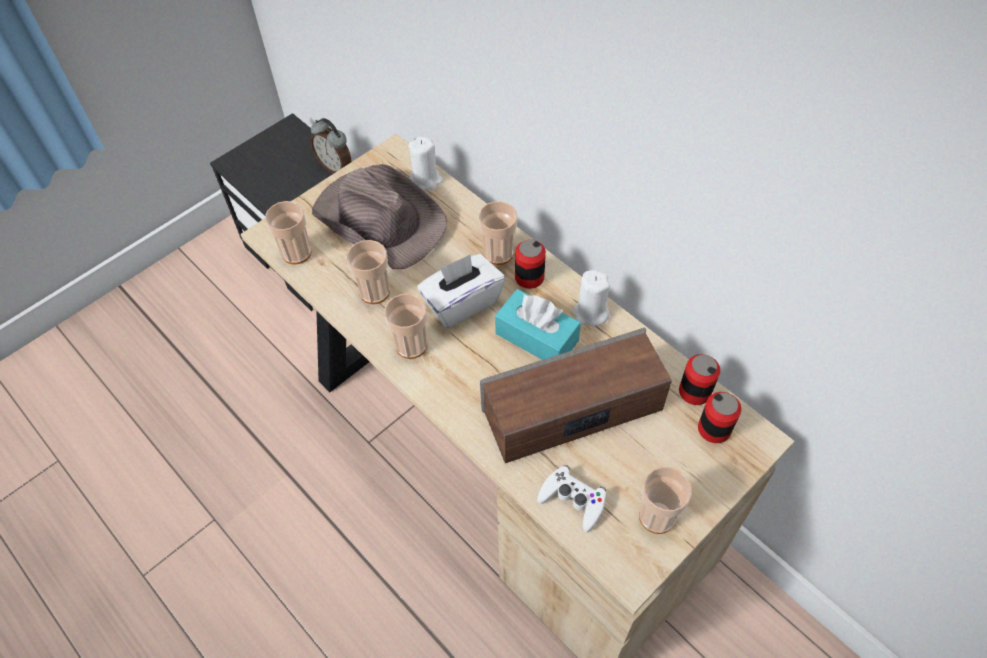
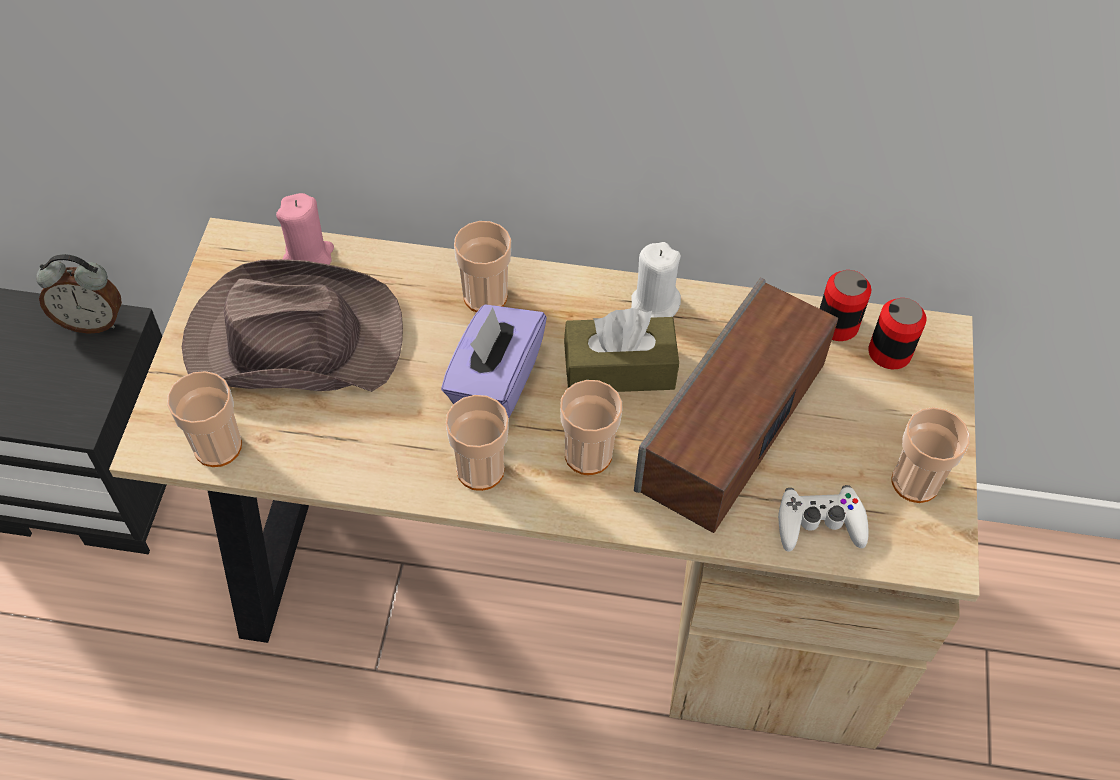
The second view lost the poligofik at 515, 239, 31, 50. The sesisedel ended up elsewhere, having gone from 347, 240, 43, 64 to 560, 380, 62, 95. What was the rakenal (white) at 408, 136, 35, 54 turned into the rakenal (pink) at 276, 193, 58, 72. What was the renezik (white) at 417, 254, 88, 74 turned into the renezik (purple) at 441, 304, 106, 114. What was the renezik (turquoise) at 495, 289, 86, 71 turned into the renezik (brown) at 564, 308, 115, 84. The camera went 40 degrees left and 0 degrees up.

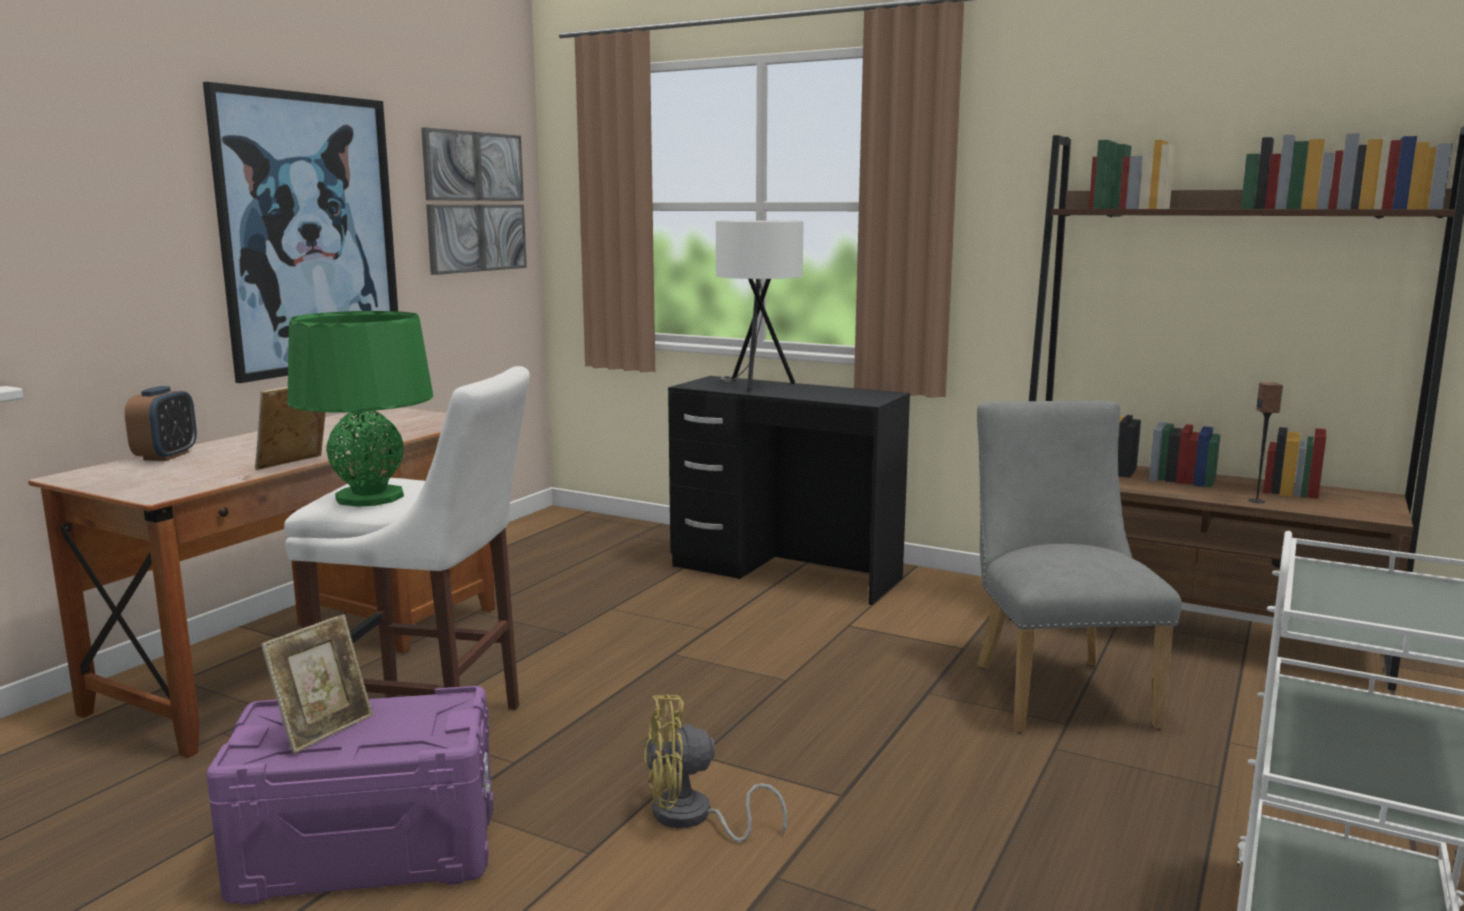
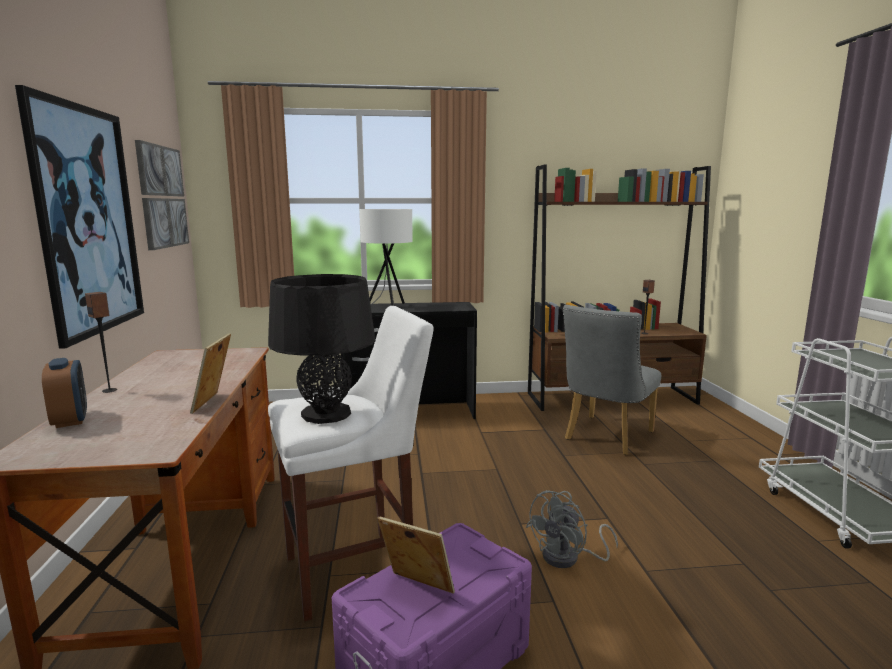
The second view gained the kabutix at 85, 292, 32, 101. What was the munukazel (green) at 287, 311, 146, 196 turned into the munukazel (black) at 268, 274, 107, 150. What was the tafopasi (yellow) at 644, 694, 144, 148 turned into the tafopasi (grey) at 526, 490, 92, 78. The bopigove at 261, 614, 112, 140 ended up facing another way, 60 degrees counterclockwise from before. The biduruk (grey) at 977, 401, 205, 333 ended up facing another way, 105 degrees counterclockwise from before. The camera went 35 degrees left and 0 degrees up.

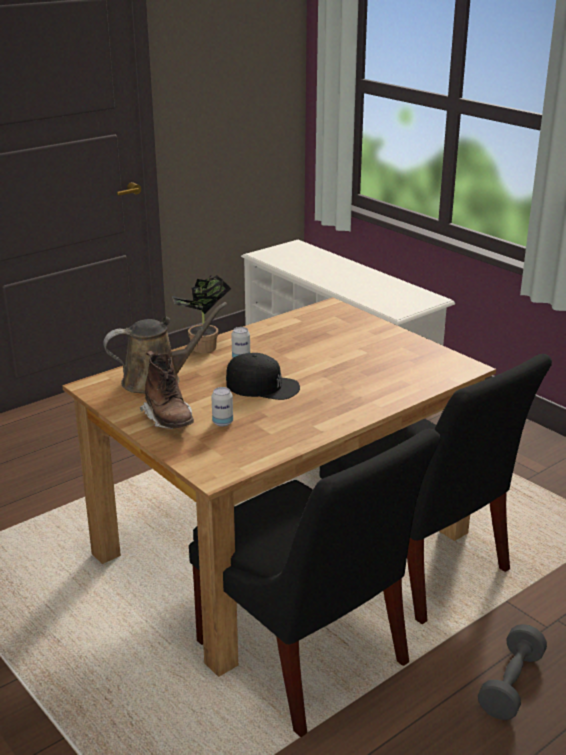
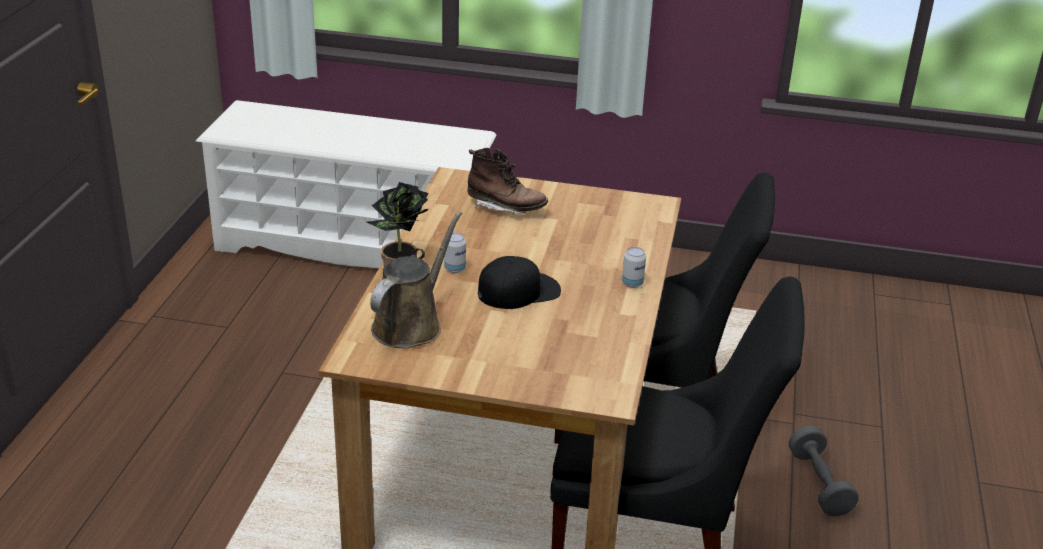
The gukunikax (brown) ended up elsewhere, having gone from 140, 351, 54, 78 to 467, 148, 81, 67. The poligofik ended up elsewhere, having gone from 211, 387, 22, 40 to 622, 247, 24, 41. The camera went 40 degrees left and 5 degrees up.

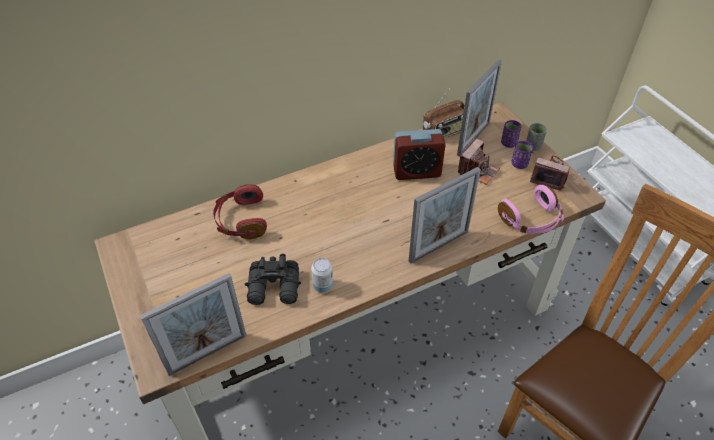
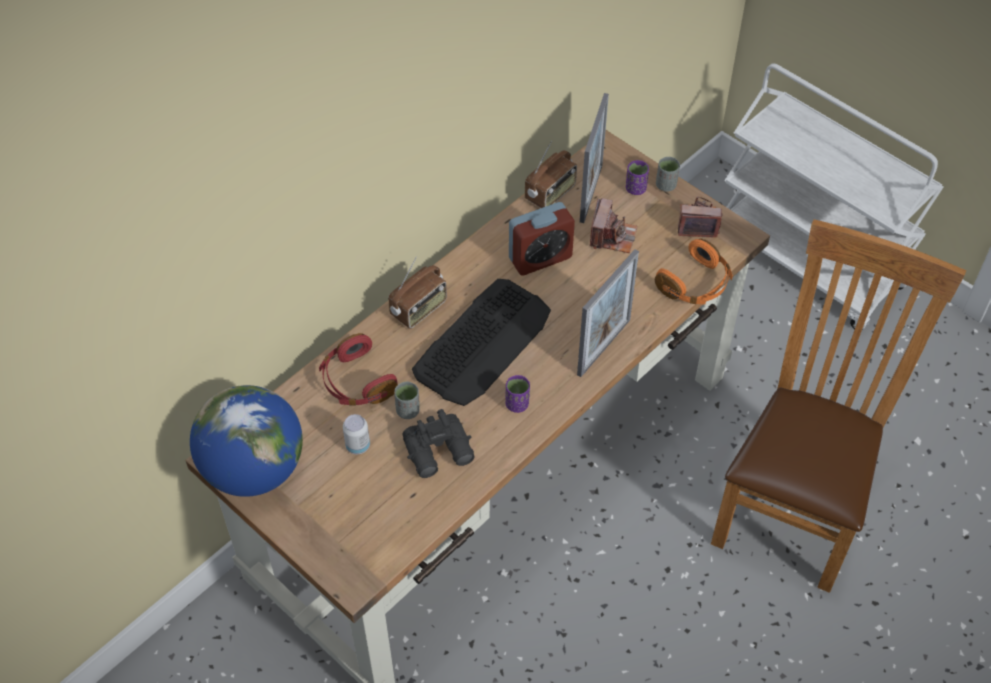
The second view lost the bopigove at 140, 273, 106, 103. The second view gained the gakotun at 190, 385, 113, 112. The second view gained the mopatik at 388, 257, 59, 72. The second view gained the sesisedel (grey) at 394, 382, 26, 37. The second view gained the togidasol at 412, 279, 139, 127. The poligofik ended up elsewhere, having gone from 311, 258, 22, 35 to 343, 414, 27, 40. The sesisedel (purple) ended up elsewhere, having gone from 511, 141, 22, 28 to 505, 375, 25, 38. What was the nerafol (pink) at 498, 185, 65, 50 turned into the nerafol (orange) at 655, 238, 78, 66. The camera went 20 degrees left and 5 degrees up.

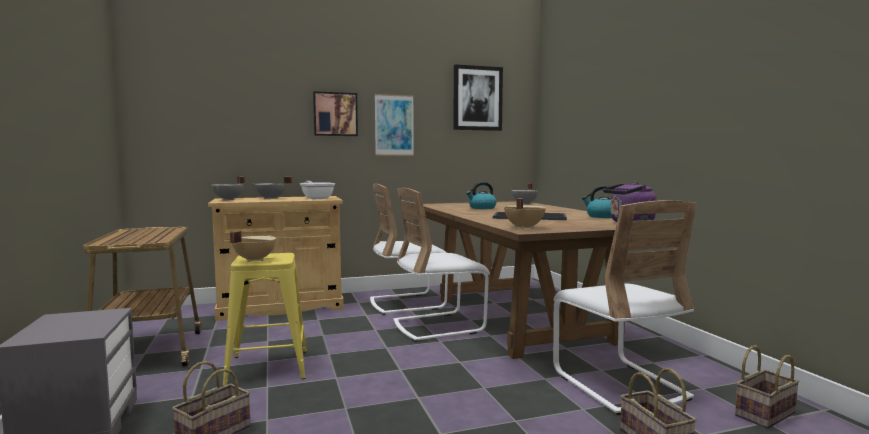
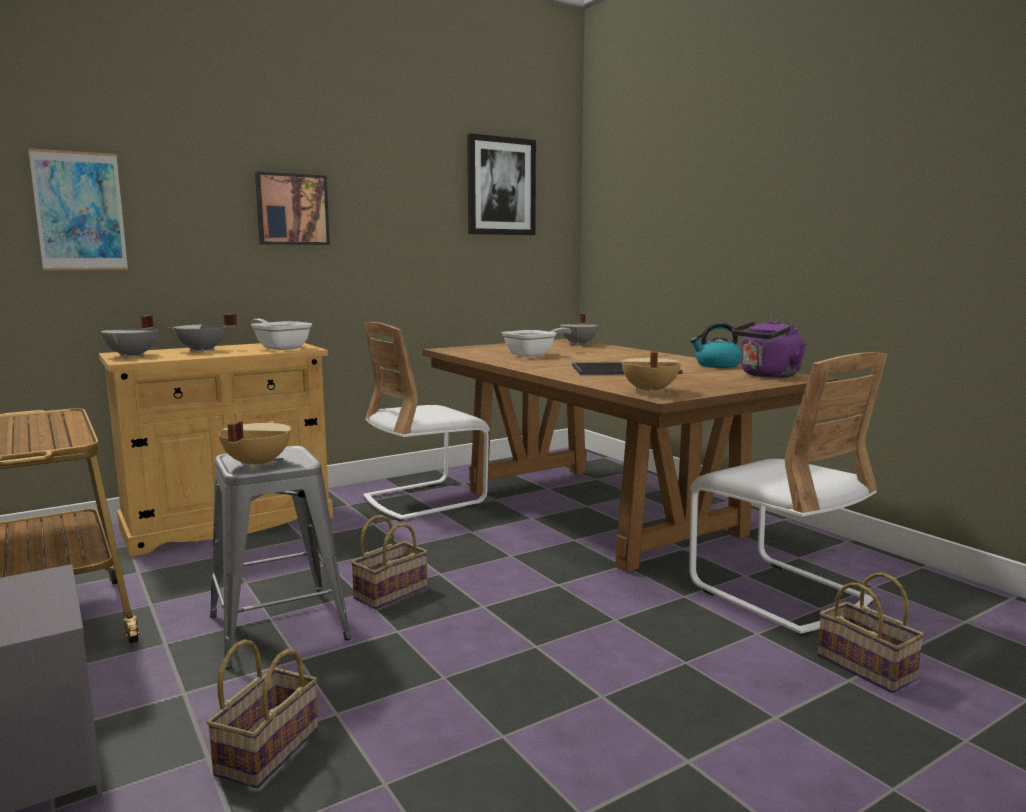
The second view lost the biduruk (white) at 394, 188, 96, 154. The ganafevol ended up elsewhere, having gone from 375, 94, 39, 62 to 28, 148, 100, 122. The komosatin ended up elsewhere, having gone from 735, 345, 64, 84 to 351, 515, 77, 94. Where the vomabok stood at 466, 182, 31, 27, the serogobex came to stand at 502, 328, 70, 29. What was the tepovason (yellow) at 222, 253, 85, 133 turned into the tepovason (grey) at 210, 446, 141, 223. The camera went 15 degrees left and 5 degrees up.

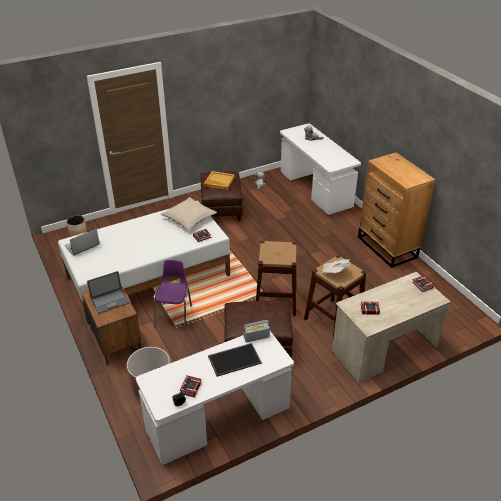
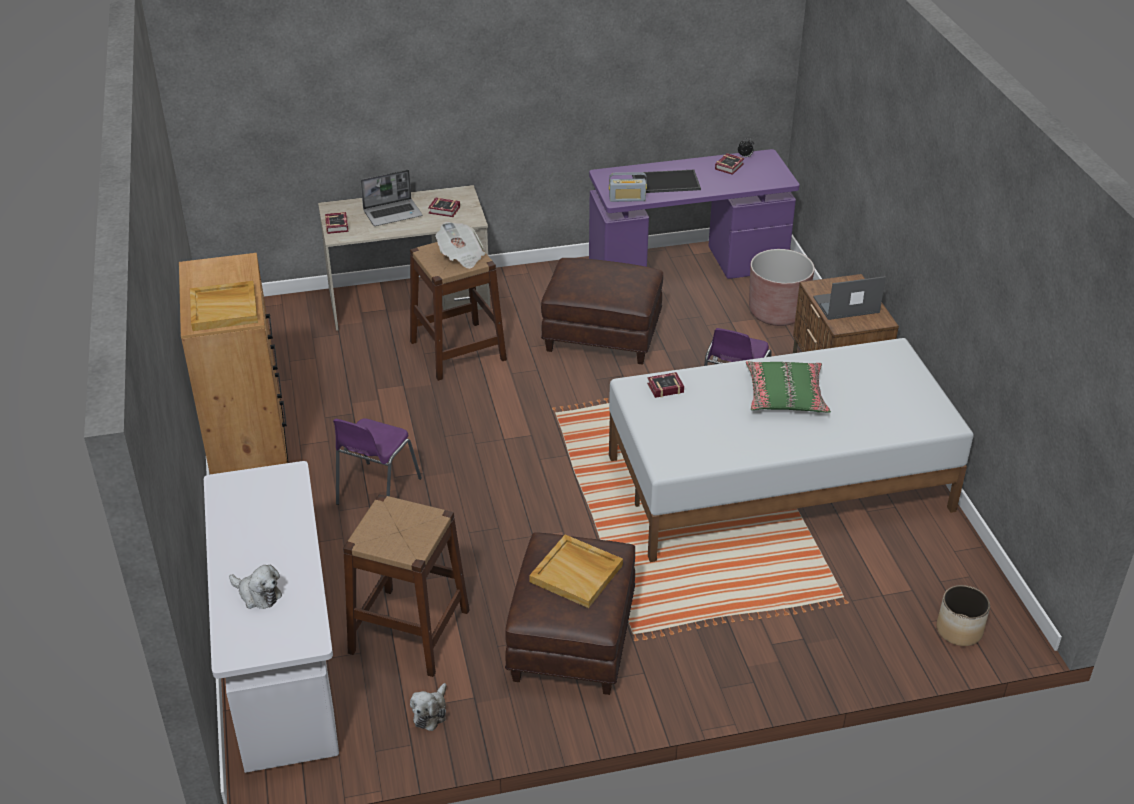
The second view lost the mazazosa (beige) at 161, 197, 56, 33. The second view gained the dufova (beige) at 190, 281, 68, 50. The second view gained the biduruk (purple) at 333, 418, 89, 87. The second view gained the mazazosa (green) at 746, 361, 85, 52. The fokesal ended up elsewhere, having gone from 65, 229, 35, 26 to 360, 170, 62, 56. The tepovason (brown) ended up elsewhere, having gone from 256, 241, 41, 75 to 343, 494, 126, 183. What was the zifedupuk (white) at 136, 331, 158, 134 turned into the zifedupuk (purple) at 589, 149, 211, 130. The camera went 165 degrees left and 0 degrees up.

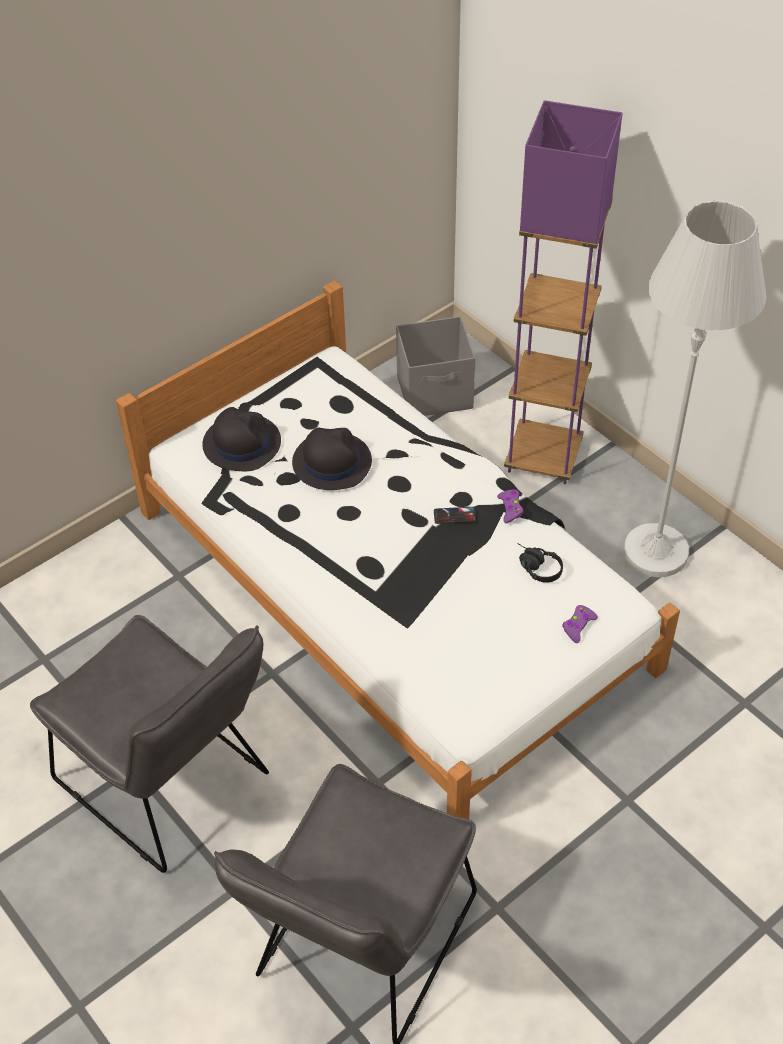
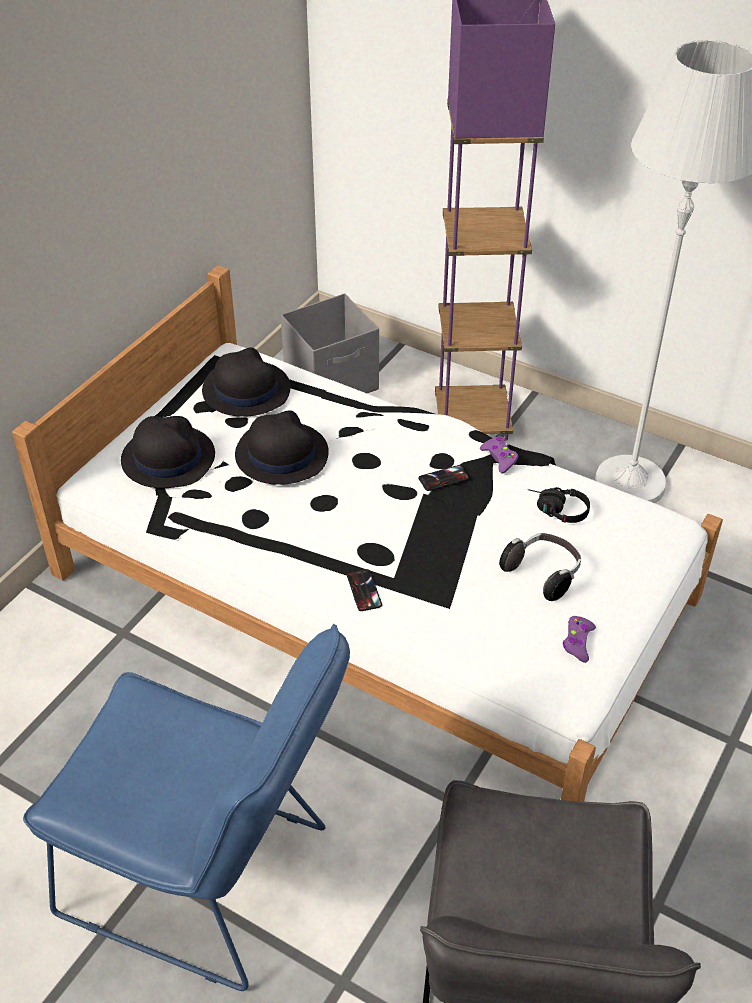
The second view gained the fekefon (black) at 202, 347, 88, 70. The second view gained the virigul at 347, 569, 35, 42. The second view gained the nerafol at 499, 533, 82, 68. The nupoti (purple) ended up elsewhere, having gone from 562, 605, 36, 38 to 563, 616, 33, 47. What was the biduruk (grey) at 30, 615, 239, 258 turned into the biduruk (blue) at 23, 624, 327, 367. The camera went 20 degrees left and 5 degrees down.

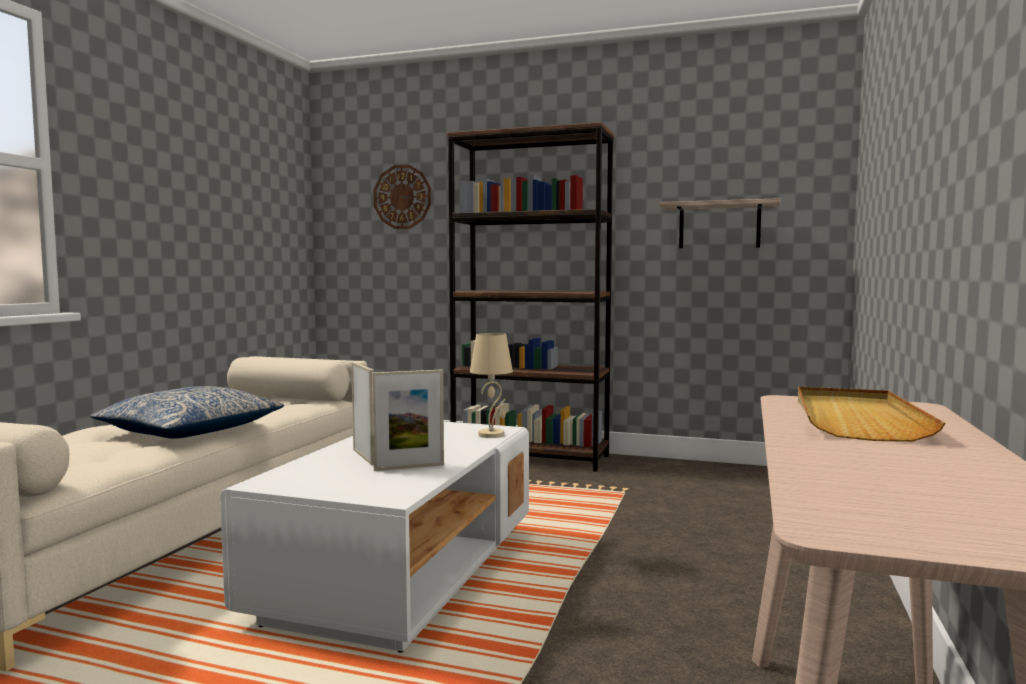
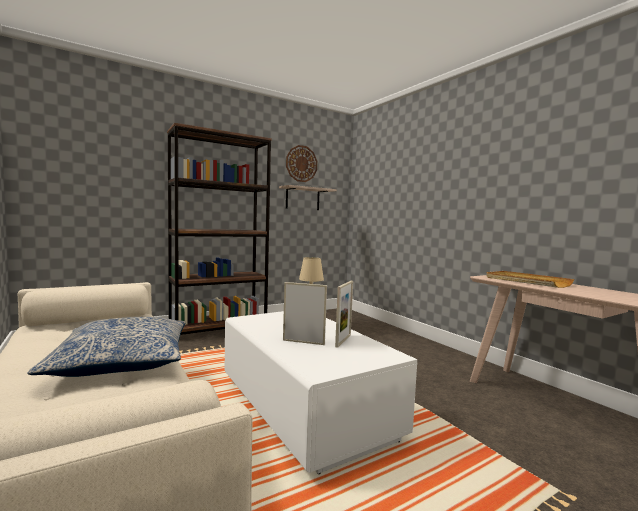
The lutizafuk ended up elsewhere, having gone from 374, 165, 57, 64 to 286, 145, 31, 37. The camera went 50 degrees left and 0 degrees up.

